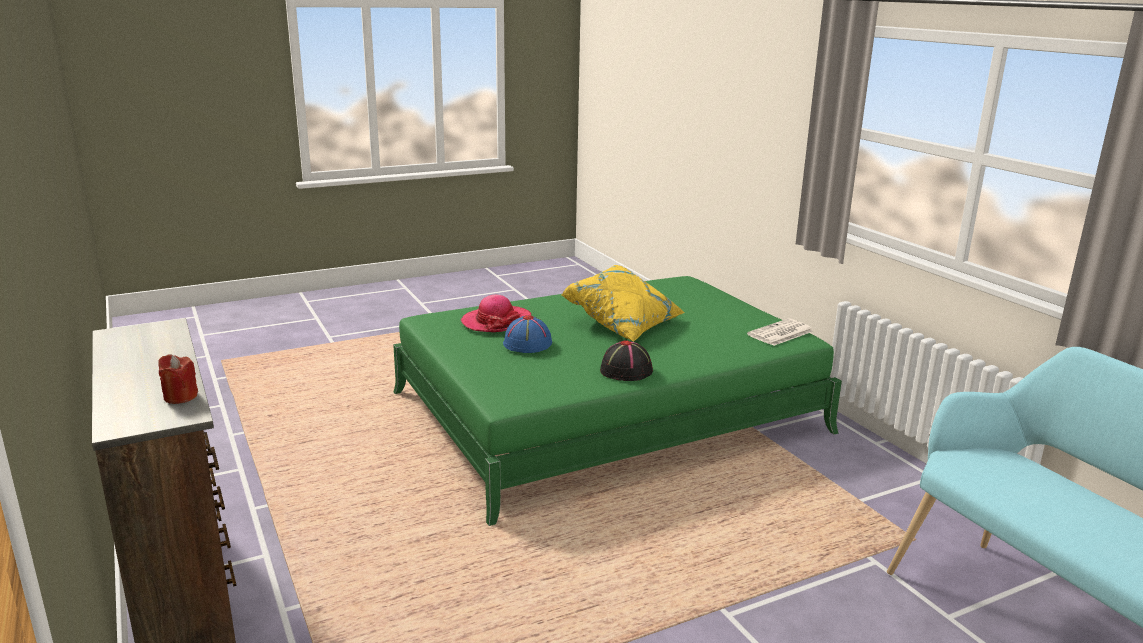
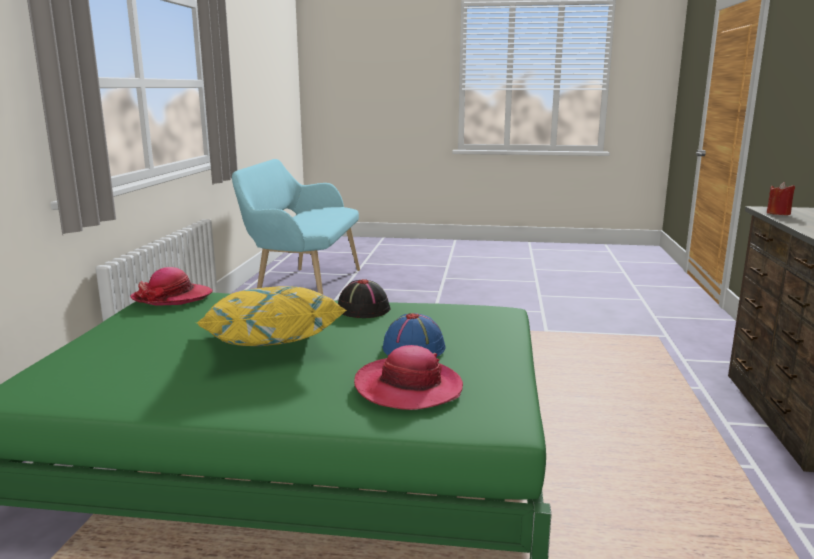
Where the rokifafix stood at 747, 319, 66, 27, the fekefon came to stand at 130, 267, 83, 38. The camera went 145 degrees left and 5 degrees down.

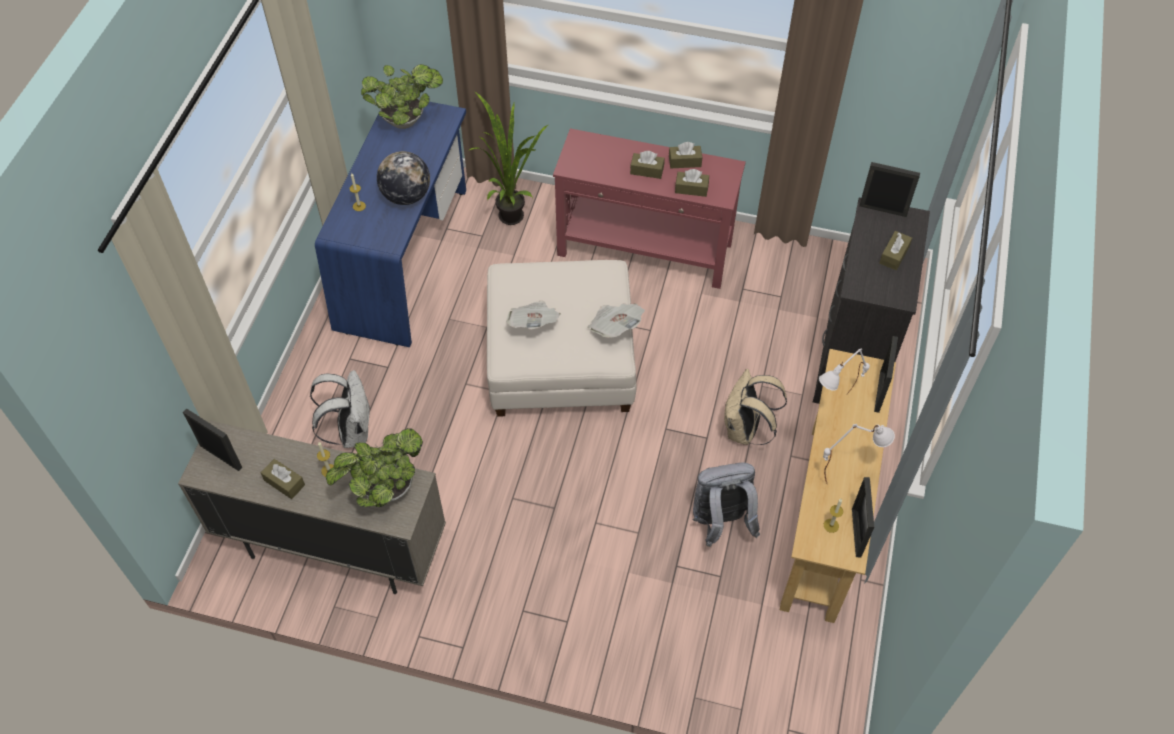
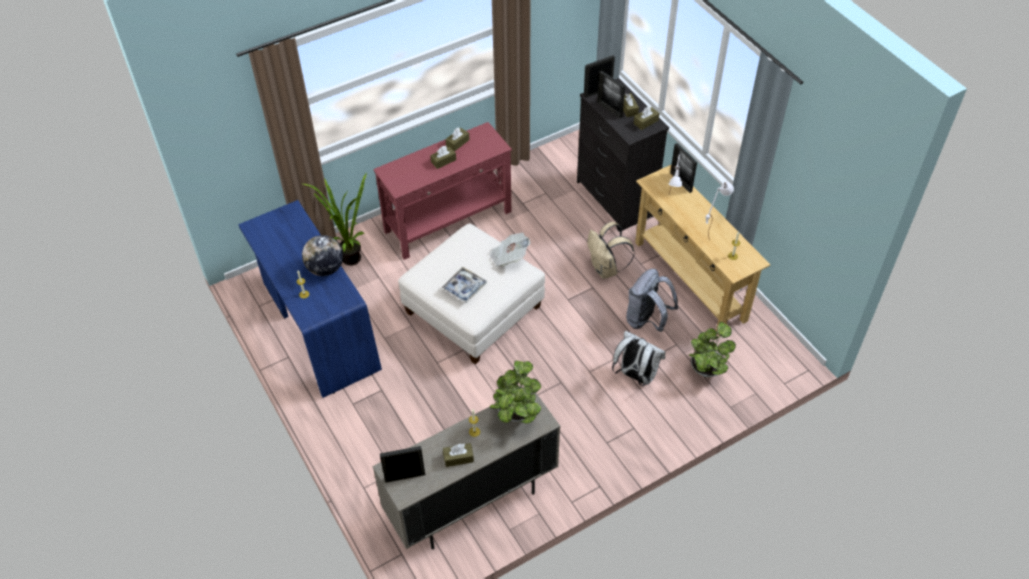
The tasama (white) ended up elsewhere, having gone from 310, 370, 60, 78 to 612, 331, 54, 55. The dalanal ended up elsewhere, having gone from 361, 64, 82, 65 to 689, 322, 47, 55. The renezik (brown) ended up elsewhere, having gone from 675, 169, 34, 28 to 634, 106, 25, 24. The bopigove ended up elsewhere, having gone from 852, 477, 22, 80 to 597, 71, 28, 47. Where the rokifafix stood at 506, 301, 55, 29, the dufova came to stand at 442, 267, 45, 36. The camera went 45 degrees left and 5 degrees down.

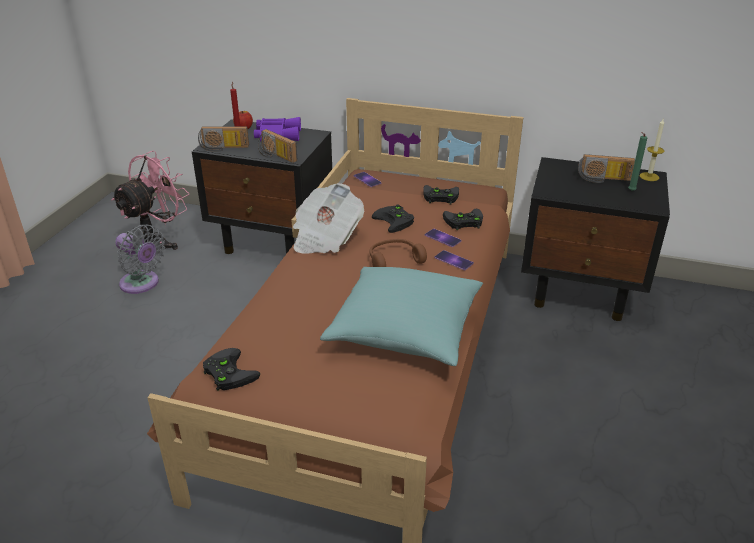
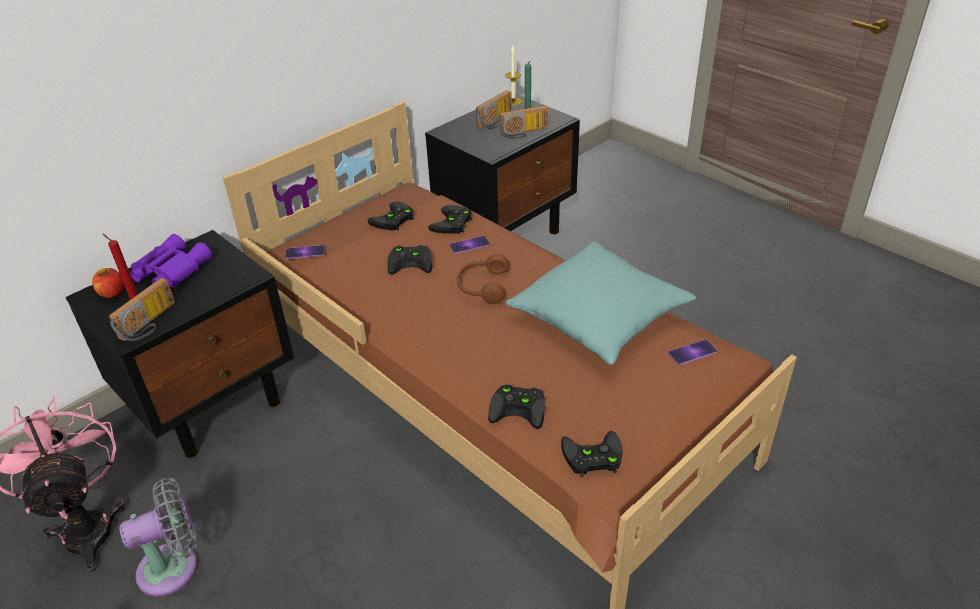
The second view lost the rokifafix at 293, 183, 71, 71. The second view gained the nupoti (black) at 488, 385, 57, 44. The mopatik ended up elsewhere, having gone from 258, 129, 39, 34 to 498, 105, 51, 34. The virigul ended up elsewhere, having gone from 435, 250, 39, 20 to 668, 339, 49, 26. The camera went 60 degrees left and 5 degrees up.

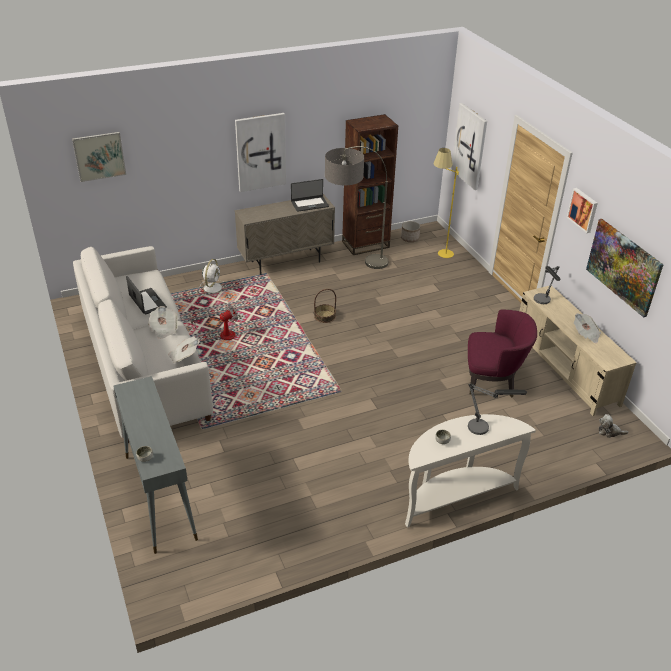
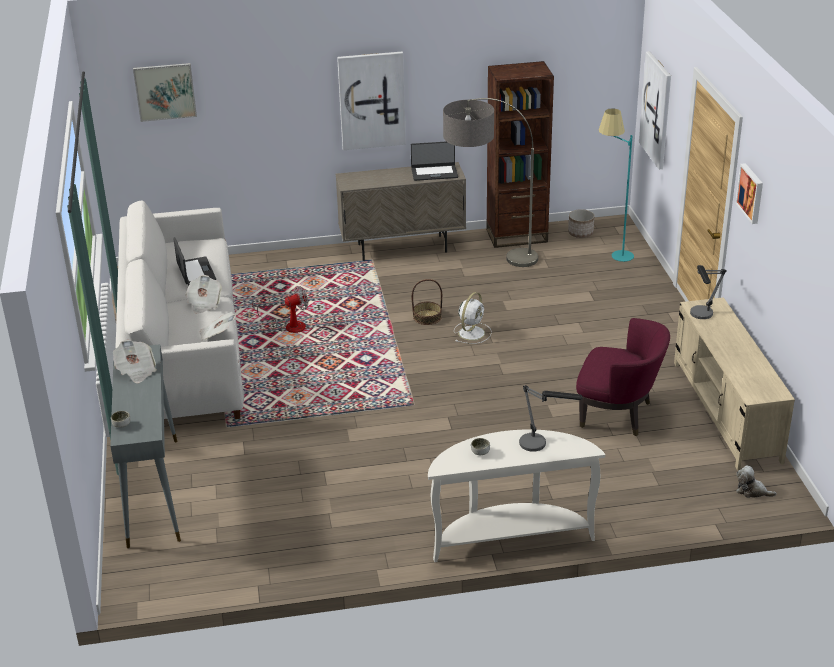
The second view lost the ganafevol at 586, 219, 78, 98. The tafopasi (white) ended up elsewhere, having gone from 200, 259, 23, 37 to 454, 292, 38, 52. The rokifafix ended up elsewhere, having gone from 574, 313, 27, 30 to 113, 340, 44, 43. What was the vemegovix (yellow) at 433, 148, 26, 110 turned into the vemegovix (turquoise) at 599, 108, 35, 154. The camera went 15 degrees right and 5 degrees down.

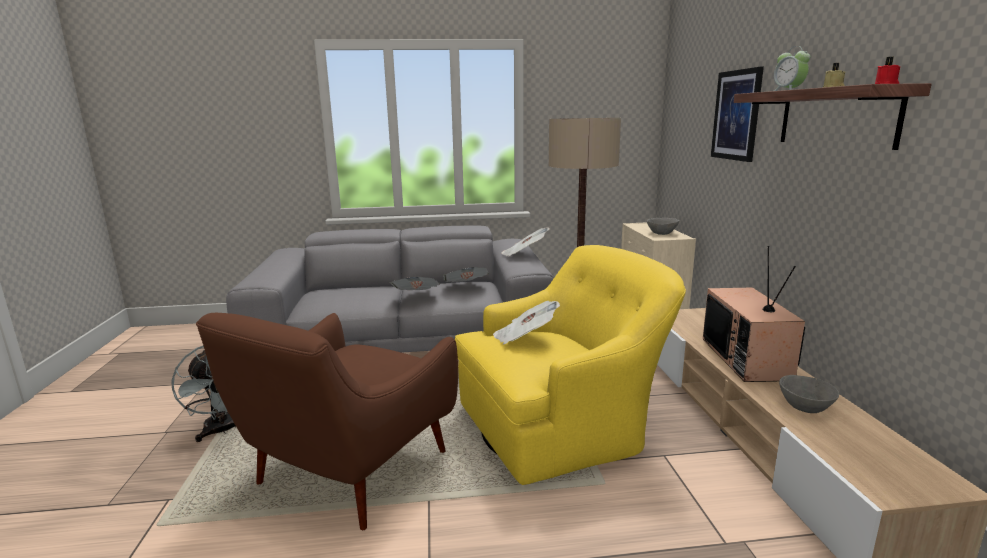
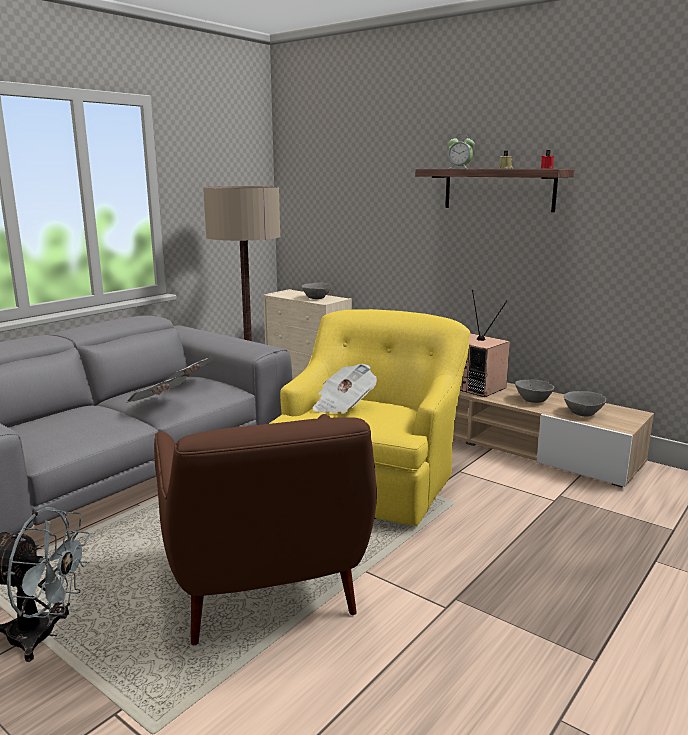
The second view lost the rokifafix at 501, 227, 49, 29. The second view lost the ganafevol at 711, 67, 53, 95. The second view gained the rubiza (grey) at 564, 391, 42, 25. The camera went 45 degrees left and 0 degrees up.

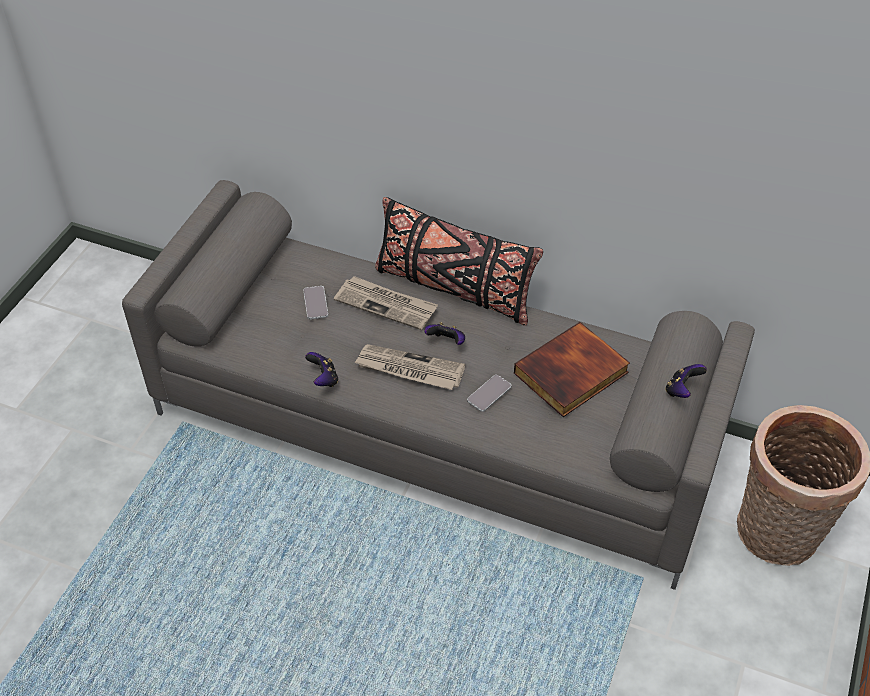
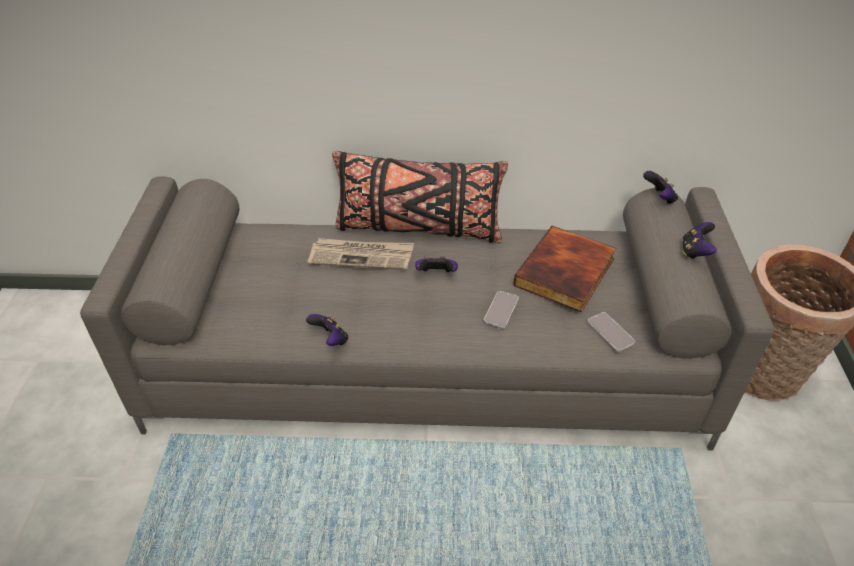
The second view lost the rokifafix at 354, 344, 111, 46. The second view gained the nupoti at 643, 171, 35, 33. The virigul ended up elsewhere, having gone from 303, 286, 25, 34 to 587, 312, 48, 40. The camera went 20 degrees left and 5 degrees down.

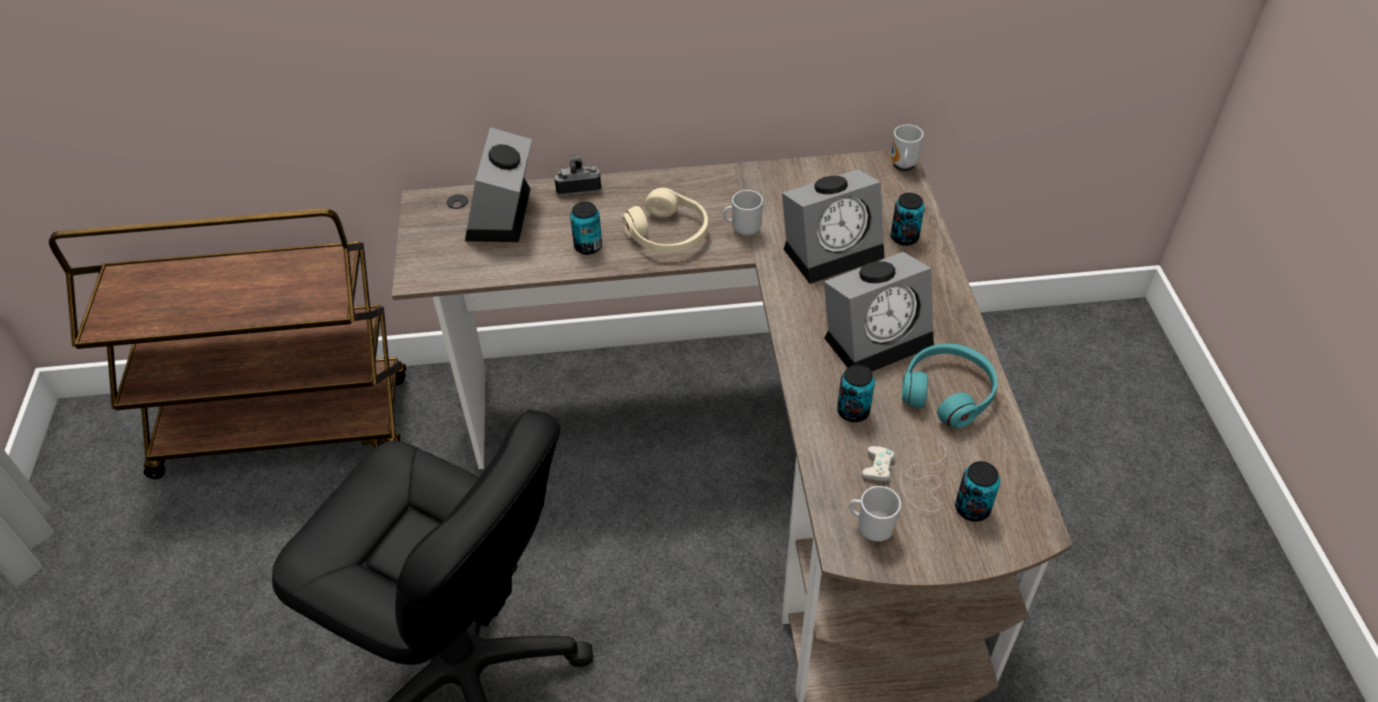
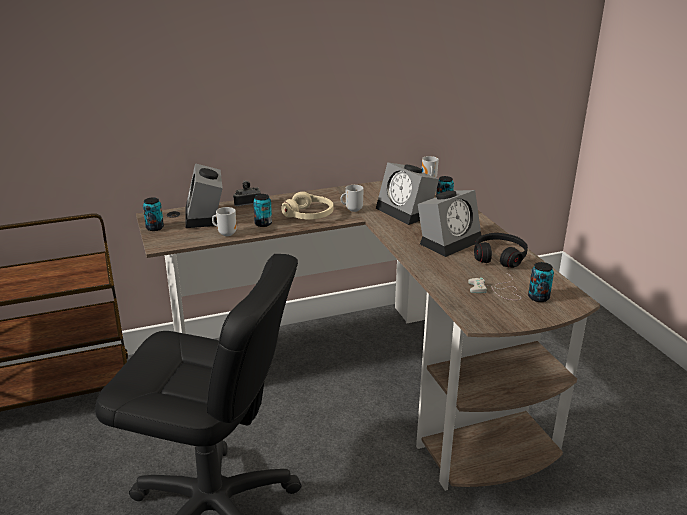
The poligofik ended up elsewhere, having gone from 837, 365, 38, 57 to 143, 197, 21, 34. The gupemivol ended up elsewhere, having gone from 849, 486, 52, 56 to 212, 207, 25, 29. What was the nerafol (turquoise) at 902, 343, 96, 85 turned into the nerafol (black) at 474, 233, 54, 35. The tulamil at 782, 169, 102, 115 ended up facing another way, 90 degrees clockwise from before. The camera went 15 degrees left and 20 degrees down.

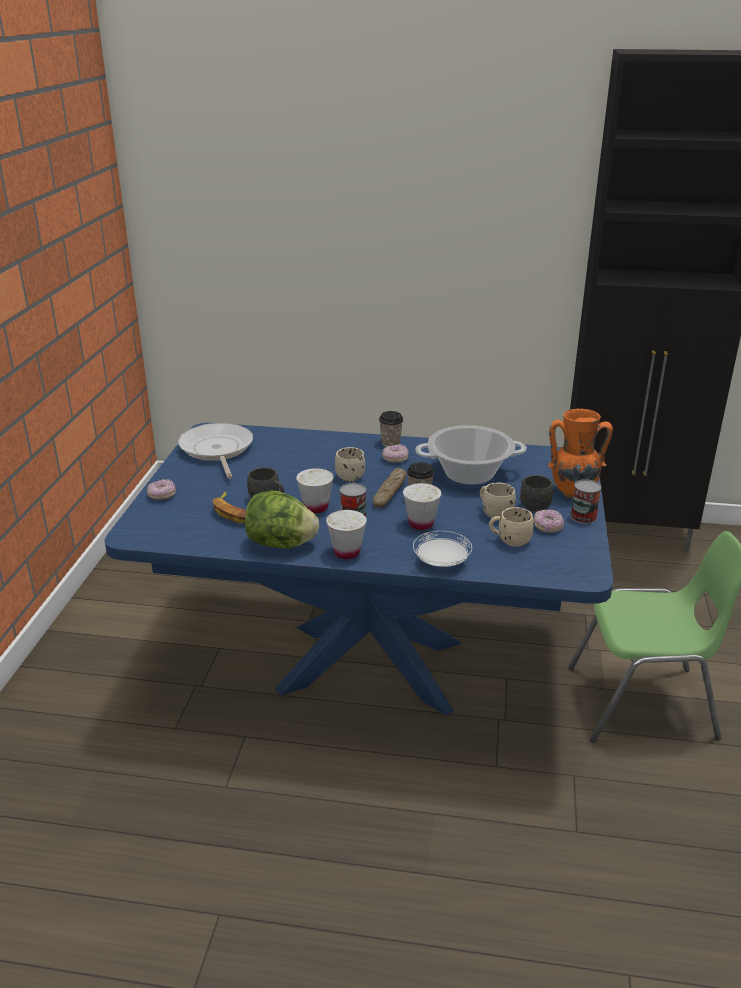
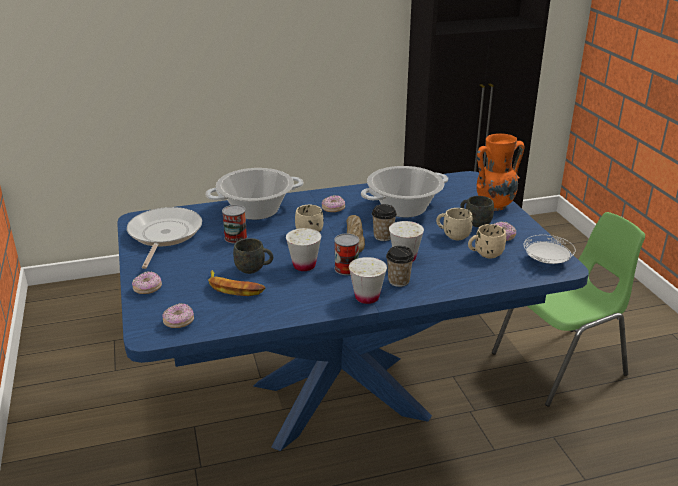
The second view lost the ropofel at 245, 491, 74, 57. The second view gained the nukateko at 162, 303, 32, 25. The second view gained the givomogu at 205, 168, 98, 52. The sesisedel ended up elsewhere, having gone from 379, 411, 24, 36 to 386, 246, 28, 41. The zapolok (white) ended up elsewhere, having gone from 413, 531, 59, 36 to 524, 235, 52, 29. The poligofik ended up elsewhere, having gone from 571, 479, 30, 45 to 222, 205, 25, 38. The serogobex at 178, 423, 75, 56 ended up facing another way, 45 degrees clockwise from before. The camera went 25 degrees left and 0 degrees up.

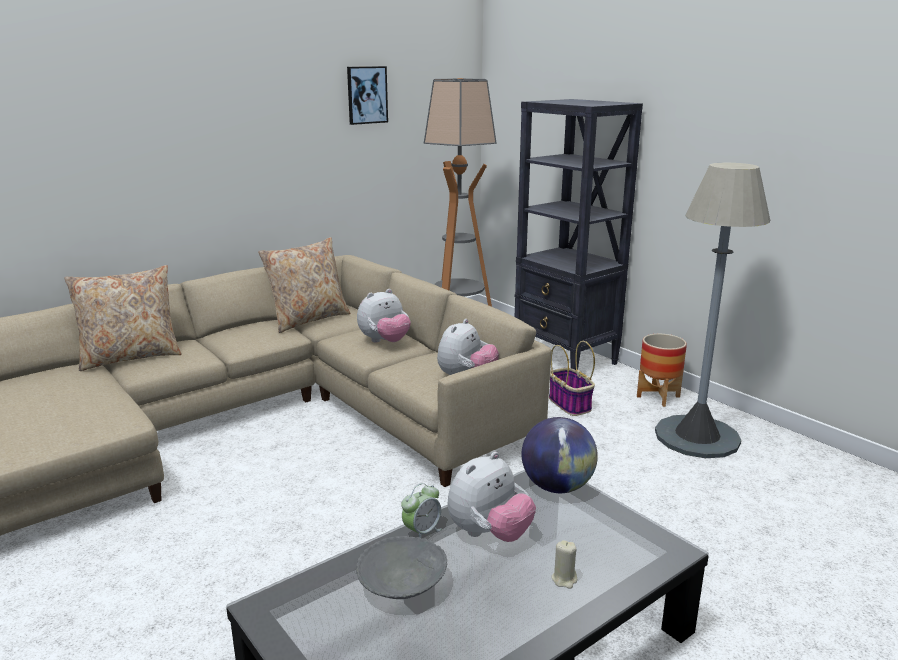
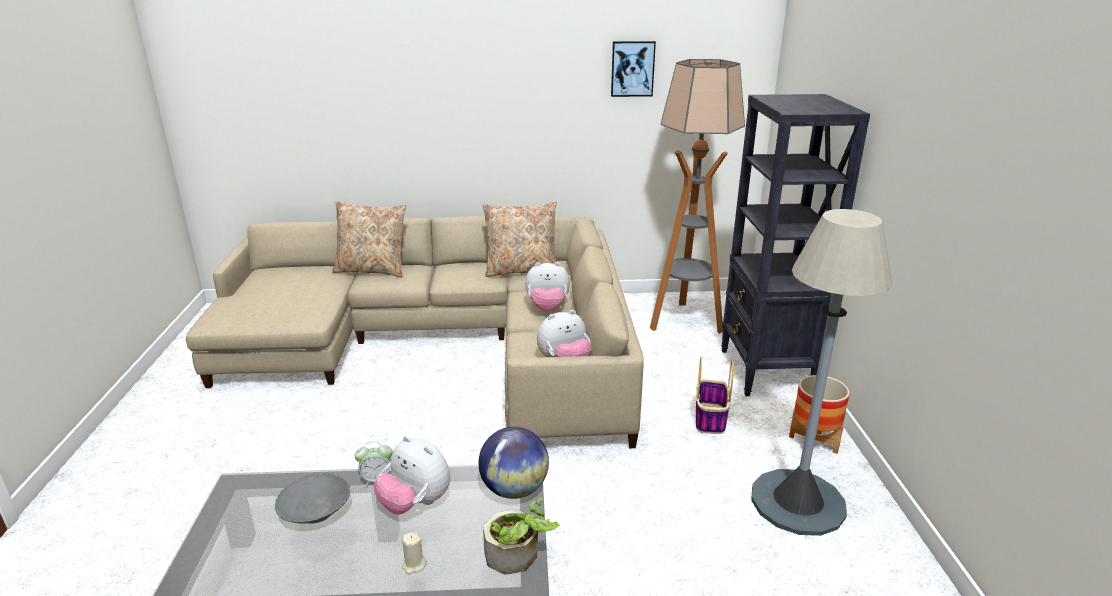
The second view gained the dalanal at 483, 498, 76, 76. The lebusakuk at 447, 452, 89, 90 ended up facing another way, 45 degrees clockwise from before. The camera went 35 degrees right and 5 degrees up.

